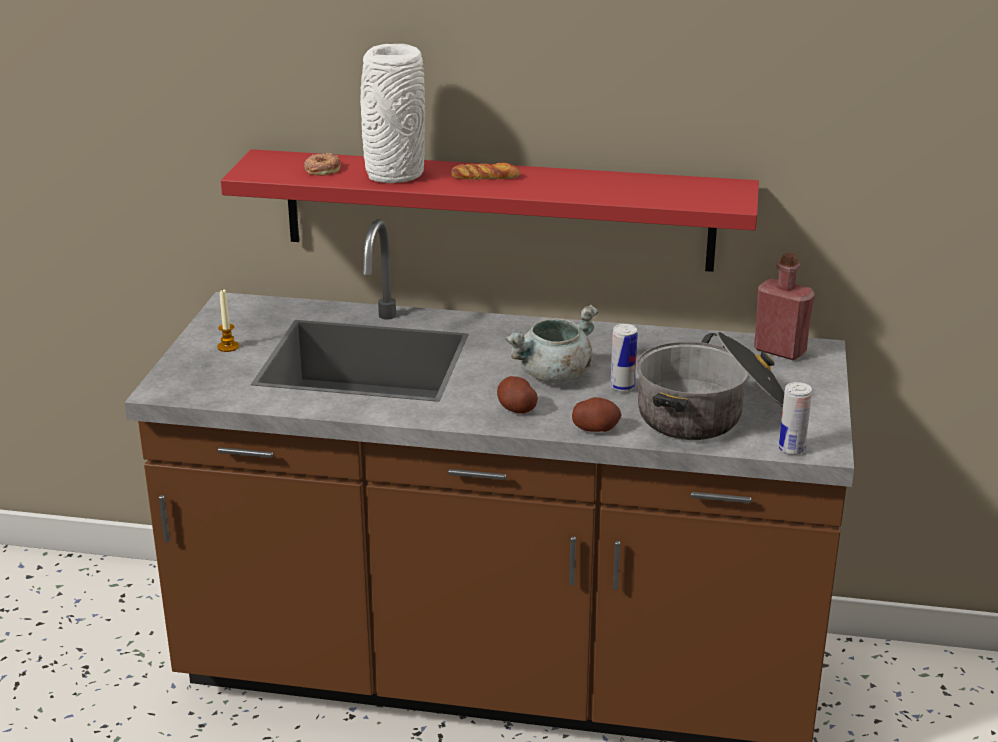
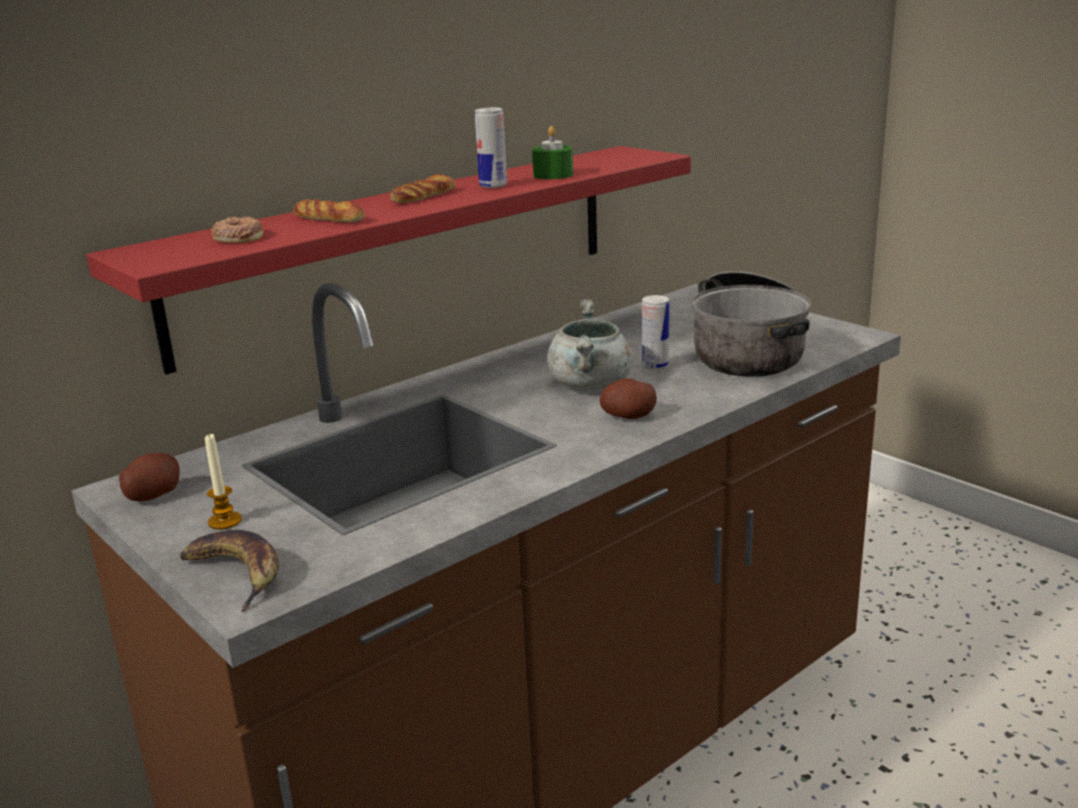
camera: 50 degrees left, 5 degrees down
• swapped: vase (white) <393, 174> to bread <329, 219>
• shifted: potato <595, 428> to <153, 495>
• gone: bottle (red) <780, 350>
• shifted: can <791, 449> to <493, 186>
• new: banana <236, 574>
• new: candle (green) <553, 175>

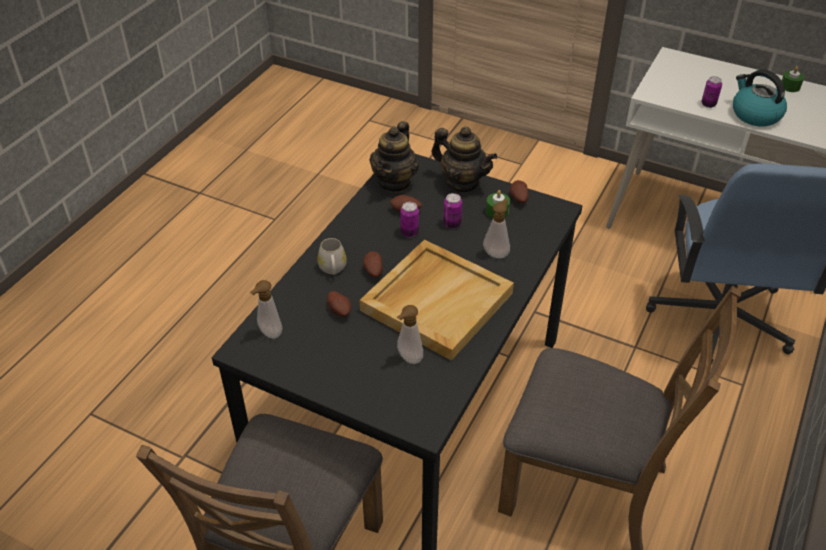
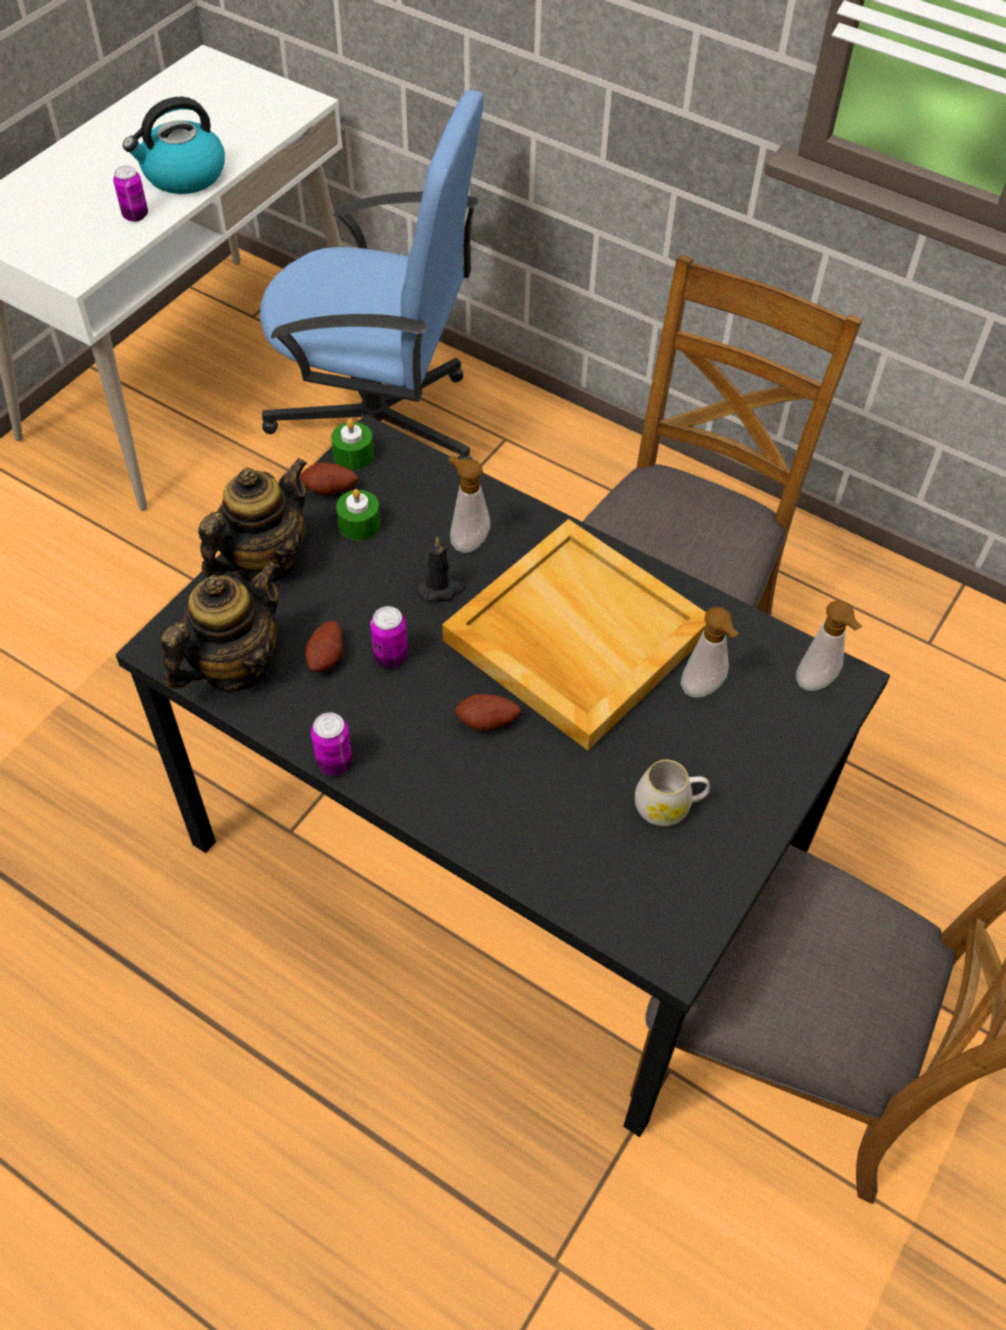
camera: 85 degrees left, 10 degrees up
• shifted: soap dispenser <269, 334> to <818, 683>
• shifted: mug (white) <333, 269> to <669, 806>
• gone: potato <340, 310>
• rotated: teapot <395, 182> = <233, 666> 75 degrees counterclockwise
• shifted: can <452, 224> to <334, 762>
• shifted: candle (green) <790, 86> to <353, 455>
• new: candle (black) <441, 588>

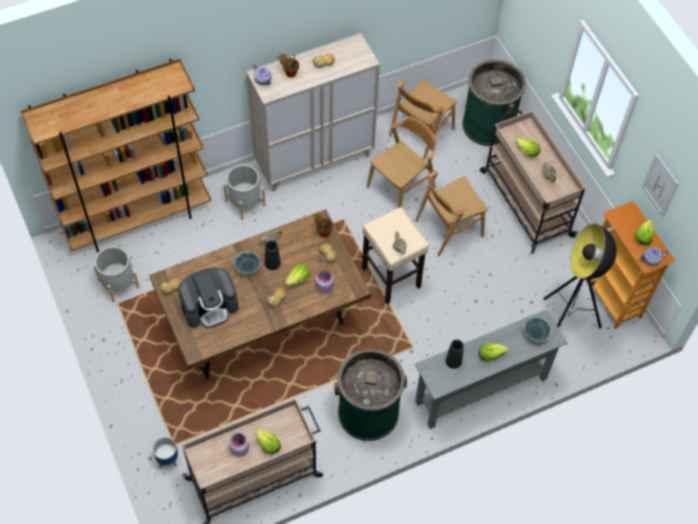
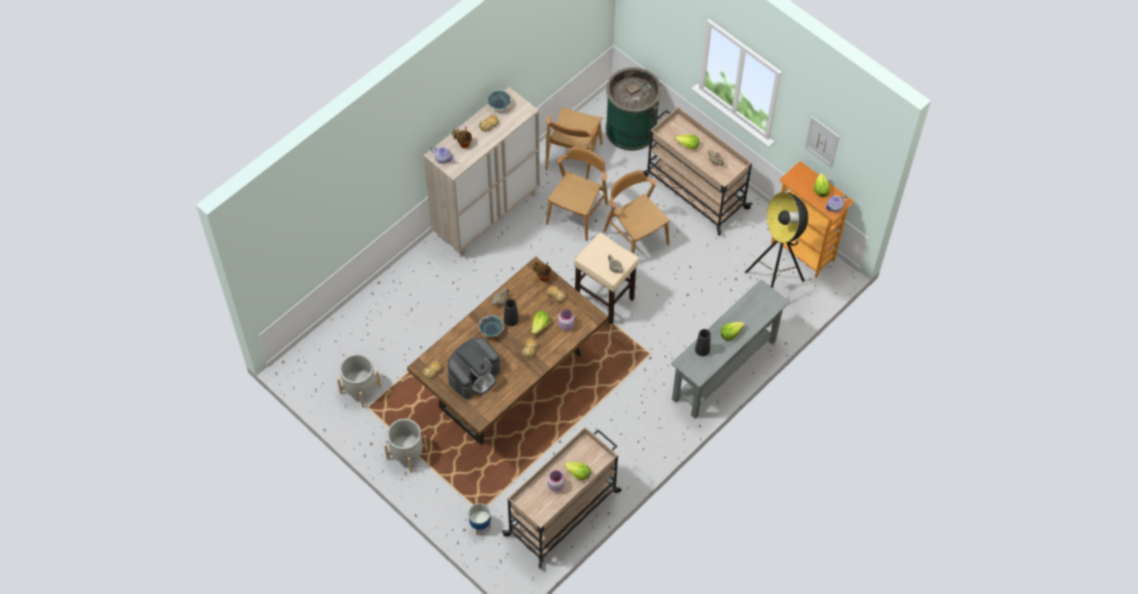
camera: 20 degrees left, 0 degrees up
• gone: bookcase (brown) <138, 219>
• shifted: planter (grey) <245, 203> to <407, 454>
• gone: trash can (green) <368, 412>
• rotated: chair (brown) <448, 228> = <636, 237> 105 degrees clockwise
• shifted: bowl <535, 334> to <499, 105>

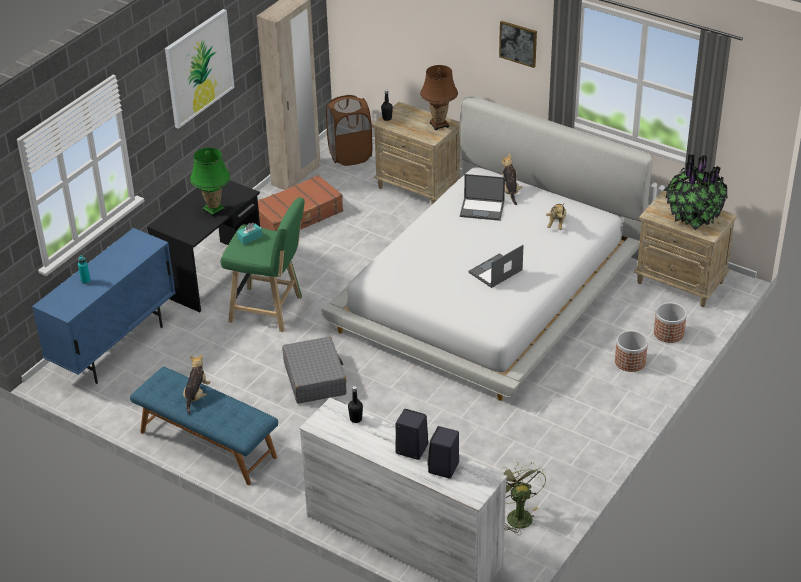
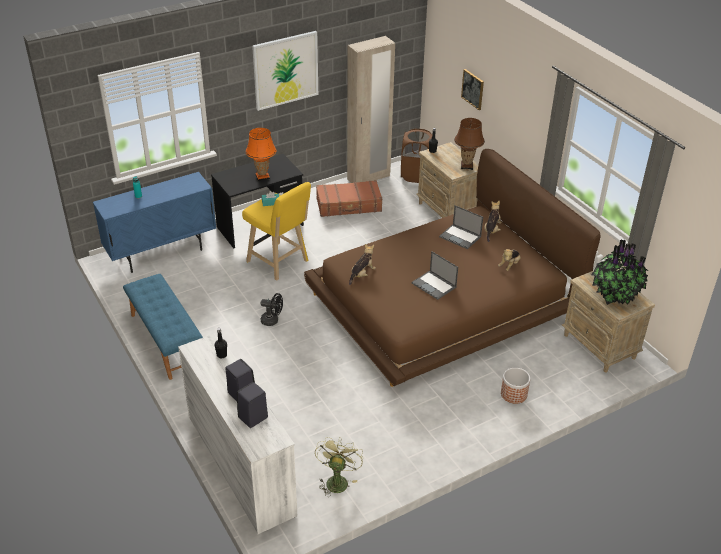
camera: 25 degrees right, 0 degrees up
• shifted: plush toy <196, 396> to <362, 274>
• repainted: table lamp (green) <214, 210> to table lamp (orange) <262, 177>
• repainted: stool (green) <270, 310> to stool (yellow) <279, 263>
• swapped: suitcase (grey) <315, 378> to fan (black) <272, 321>
• repainted: bed (white) <489, 290> to bed (brown) <444, 301>
• rotated: laptop <495, 271> = <434, 285> 120 degrees counterclockwise
• shifted: picture <518, 43> to <473, 89>
• gone: planter <668, 333>

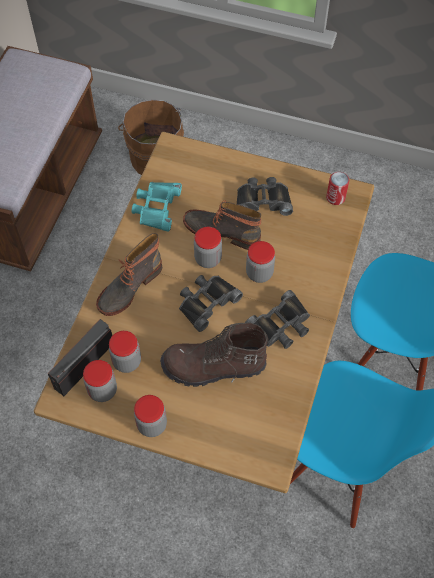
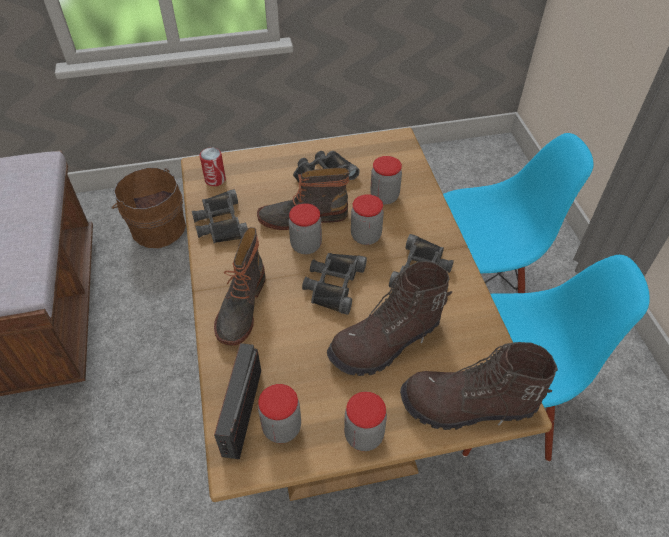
camera: 30 degrees left, 10 degrees down
• shifted: jar <127, 361> to <384, 197>
• repainted: binoculars (turquoise) <156, 207> to binoculars (black) <220, 223>
• shifted: can <335, 197> to <215, 179>
• new: boot (brown) <468, 406>

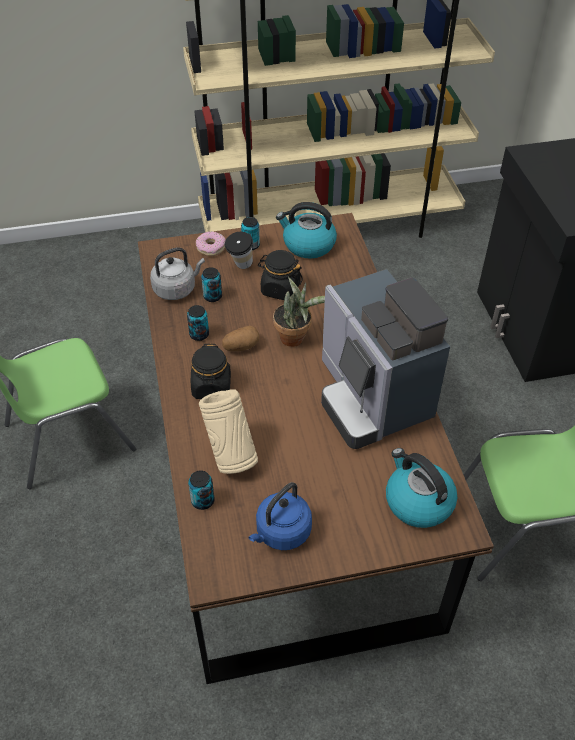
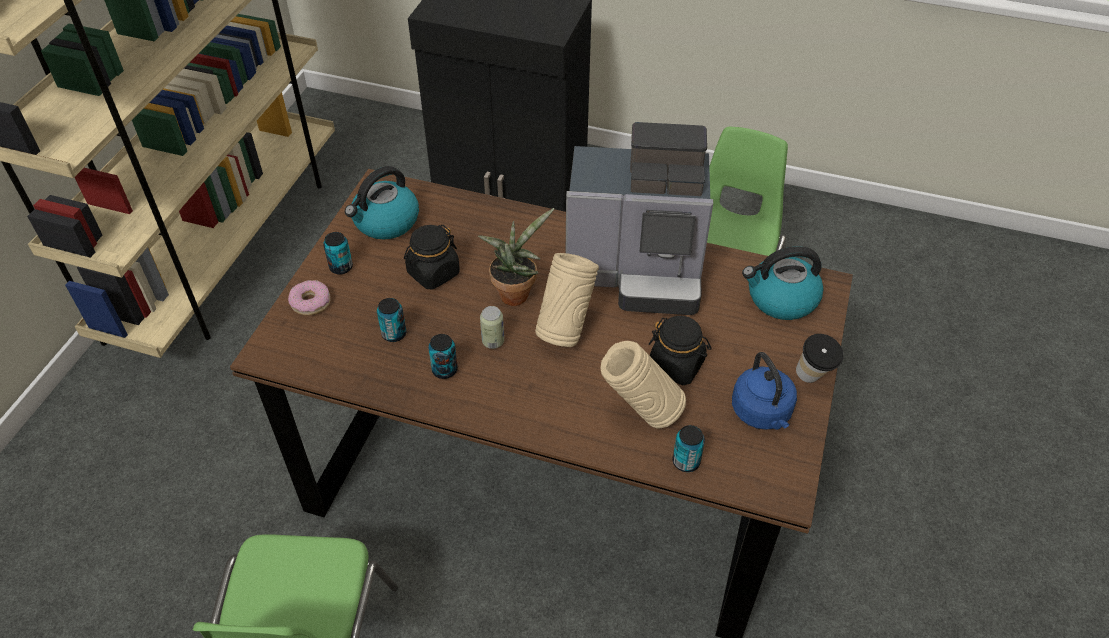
camera: 60 degrees left, 0 degrees up
• gone: kettle (grey) <177, 289>
• shifted: jar (black) <211, 387> to <676, 365>
• swapped: potato <241, 347> to can <493, 341>
• shifted: cup <240, 267> to <812, 379>
• new: vase (beige) <565, 329>

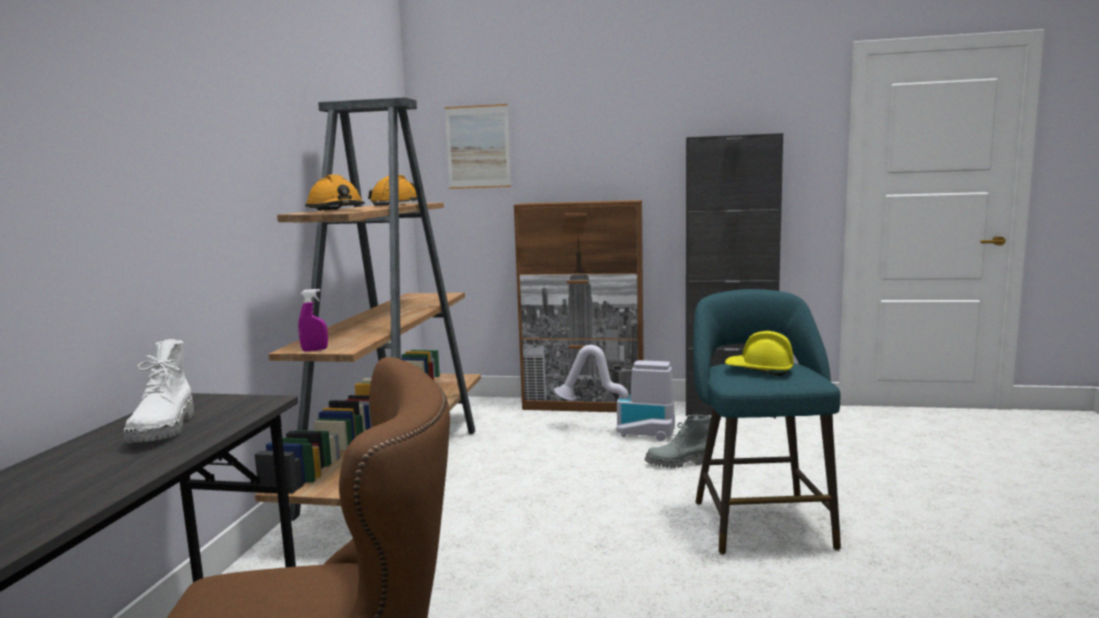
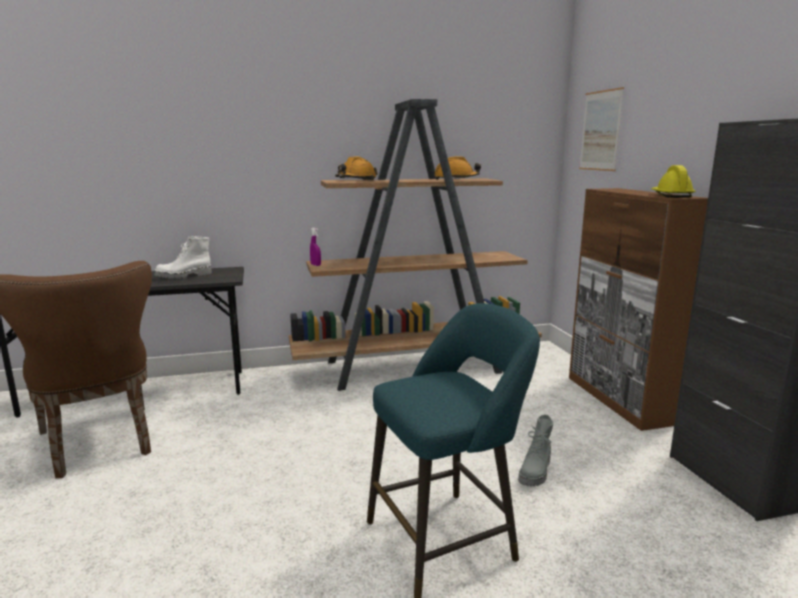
camera: 65 degrees right, 5 degrees up
• gone: vacuum cleaner <624, 432>
• rotated: boot (grey) <678, 463> = <536, 472> 120 degrees counterclockwise
• shifted: hard hat (yellow) <759, 370> to <670, 196>

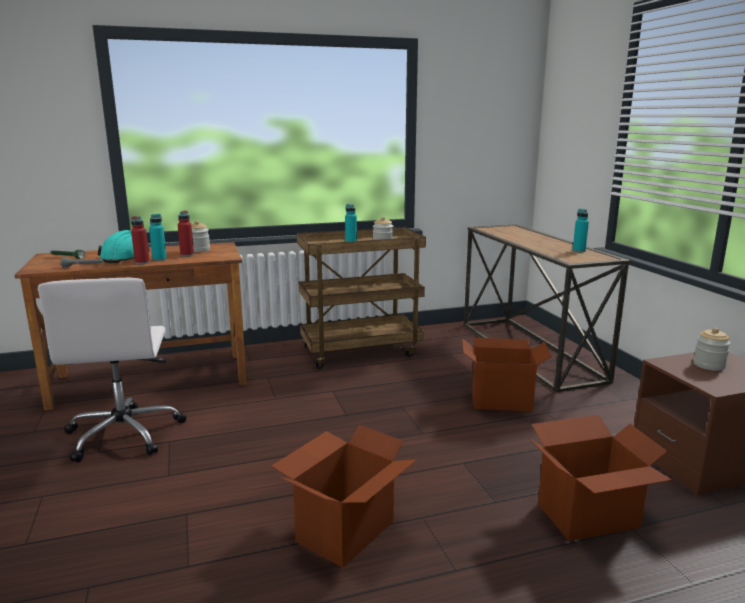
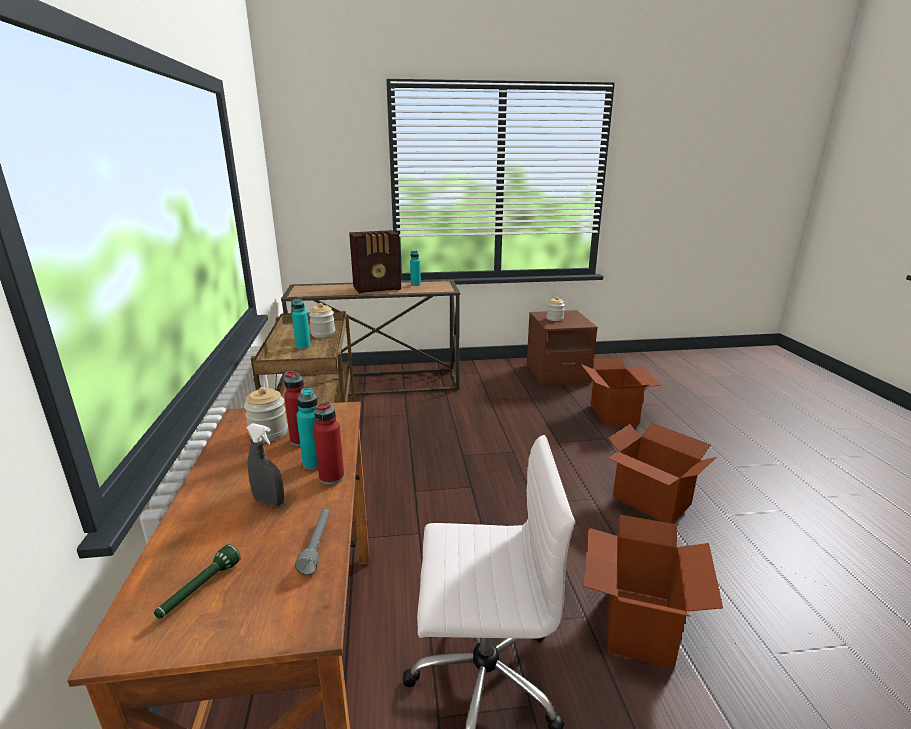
camera: 80 degrees left, 5 degrees up
• swapped: hard hat (turquoise) <125, 257> to spray bottle (grey) <269, 501>
• shifted: cardboard box <501, 400> to <637, 625>
• new: radio <378, 288>

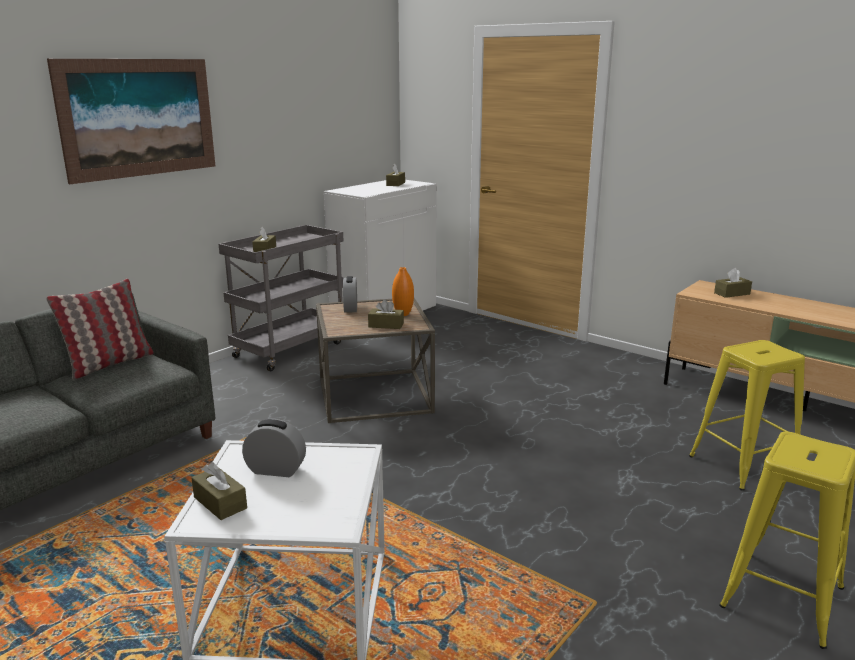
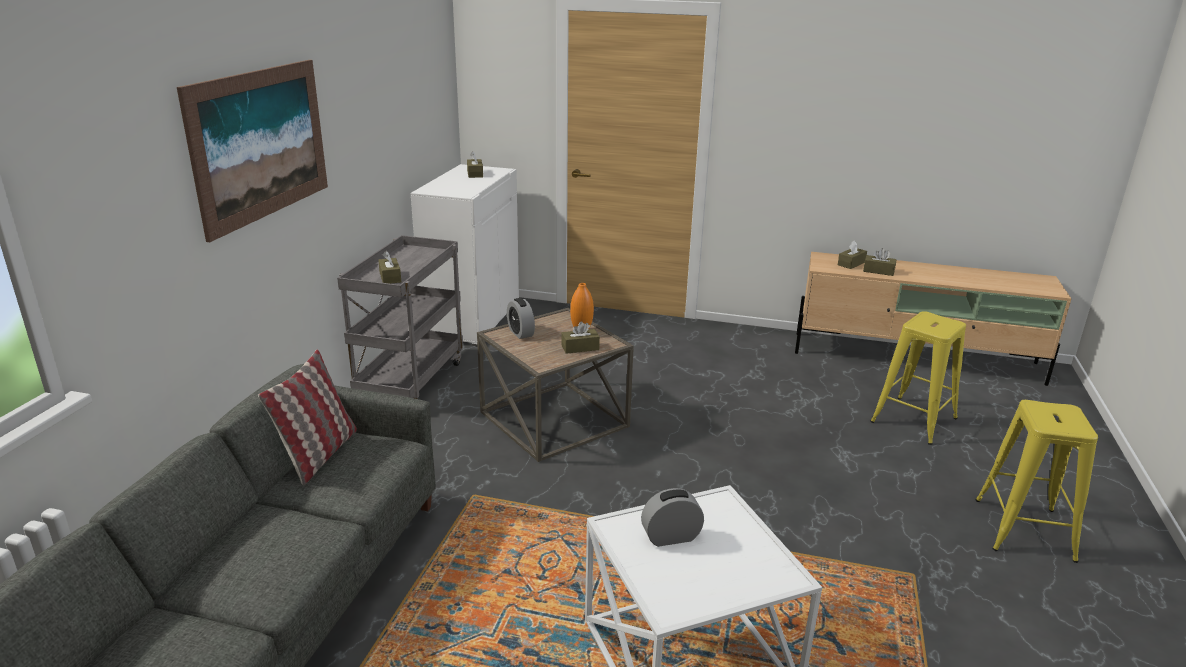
camera: 25 degrees left, 5 degrees up
• shifted: tissue box (brown) <220, 503> to <878, 271>

